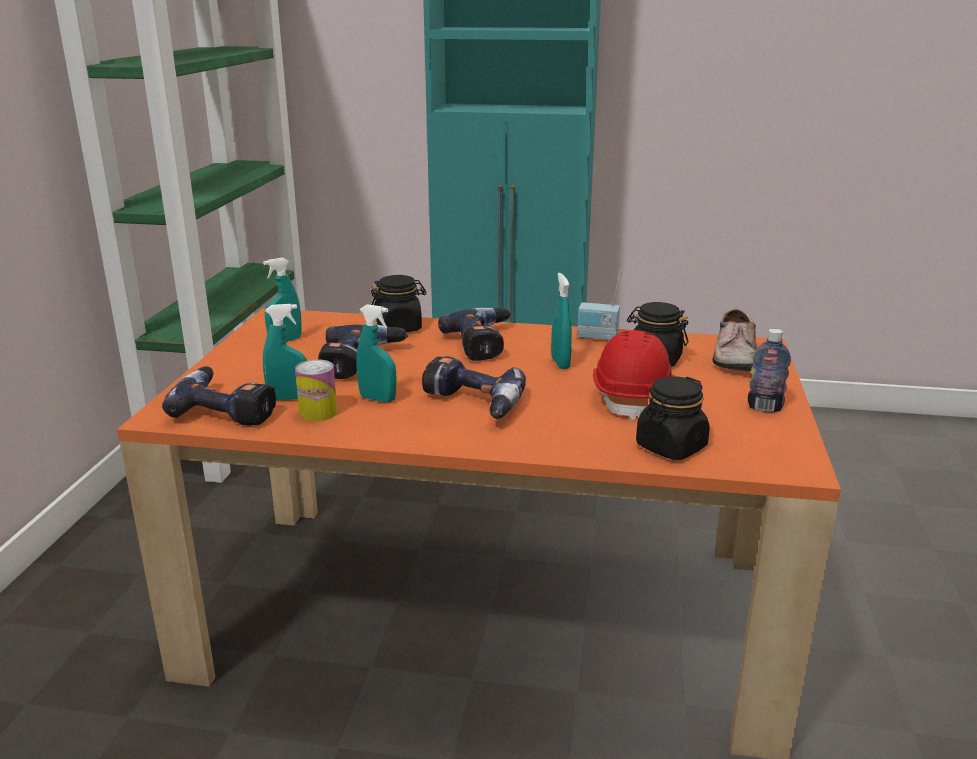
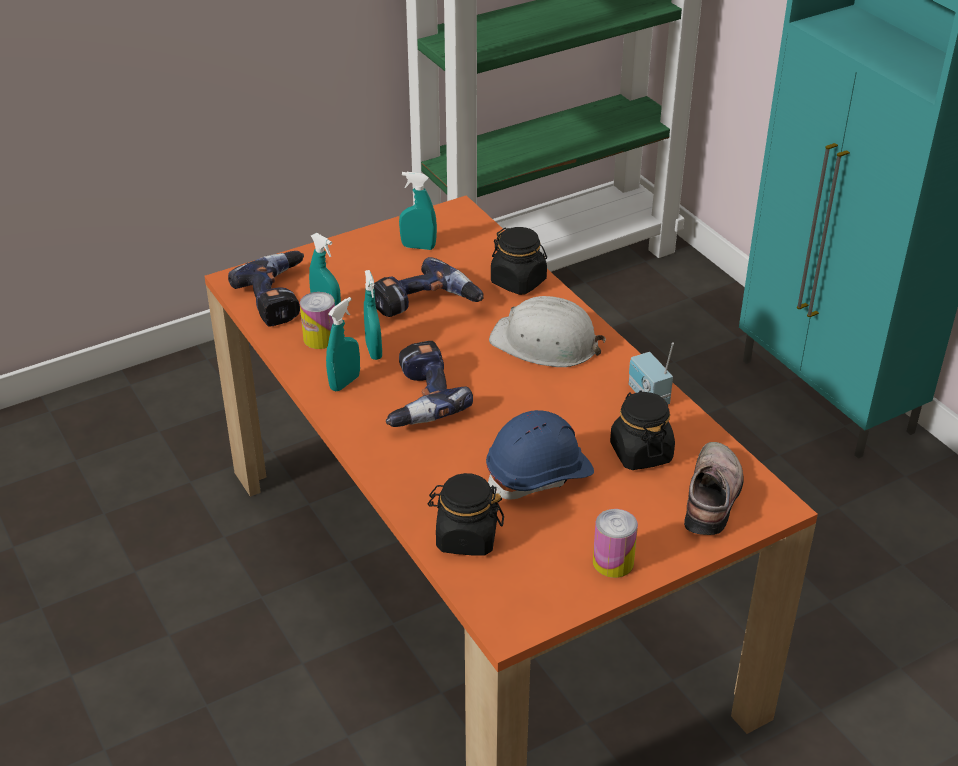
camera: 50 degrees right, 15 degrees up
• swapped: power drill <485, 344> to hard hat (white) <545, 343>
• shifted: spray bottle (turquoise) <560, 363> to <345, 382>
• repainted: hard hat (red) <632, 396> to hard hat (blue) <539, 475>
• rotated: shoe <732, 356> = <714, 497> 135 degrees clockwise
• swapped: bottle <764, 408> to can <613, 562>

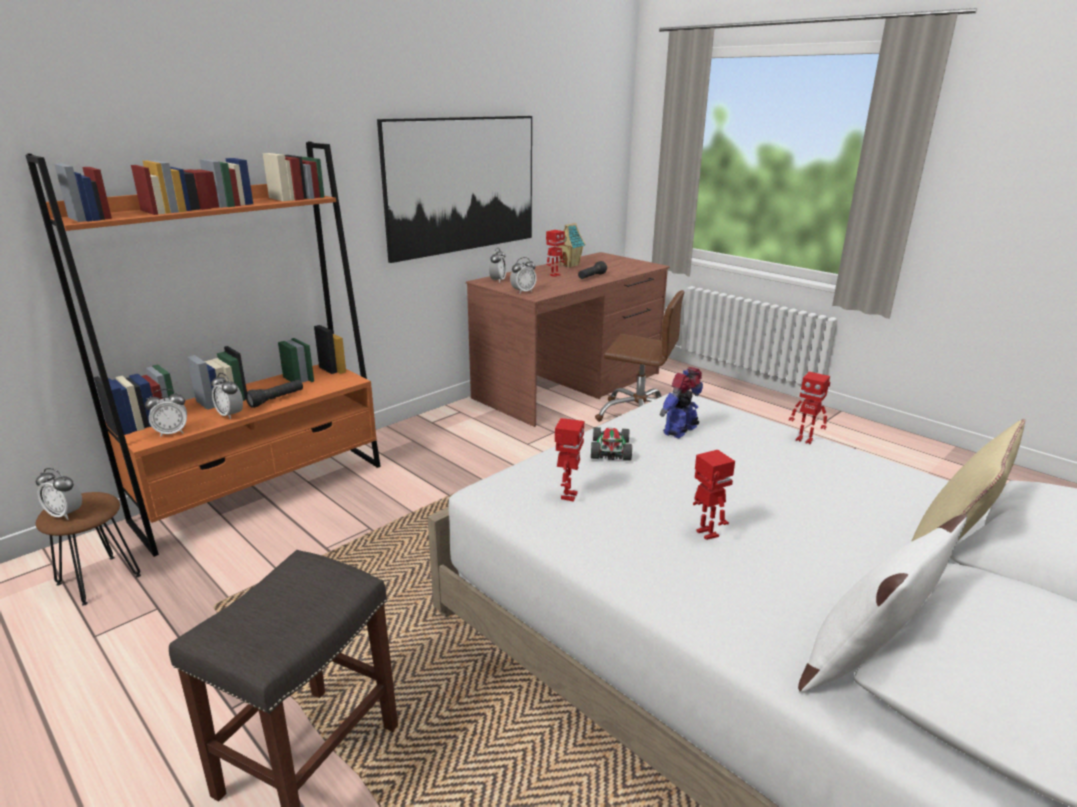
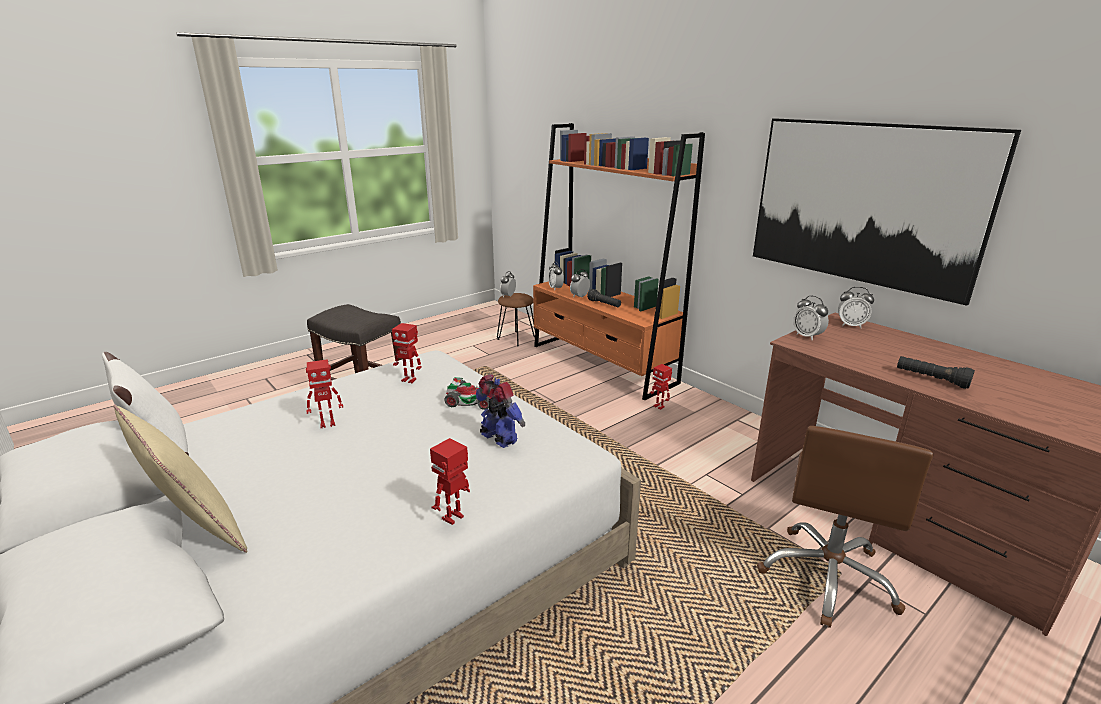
camera: 95 degrees right, 0 degrees up
• shifted: toy robot <554, 275> to <659, 406>
• gone: toy house <570, 265>

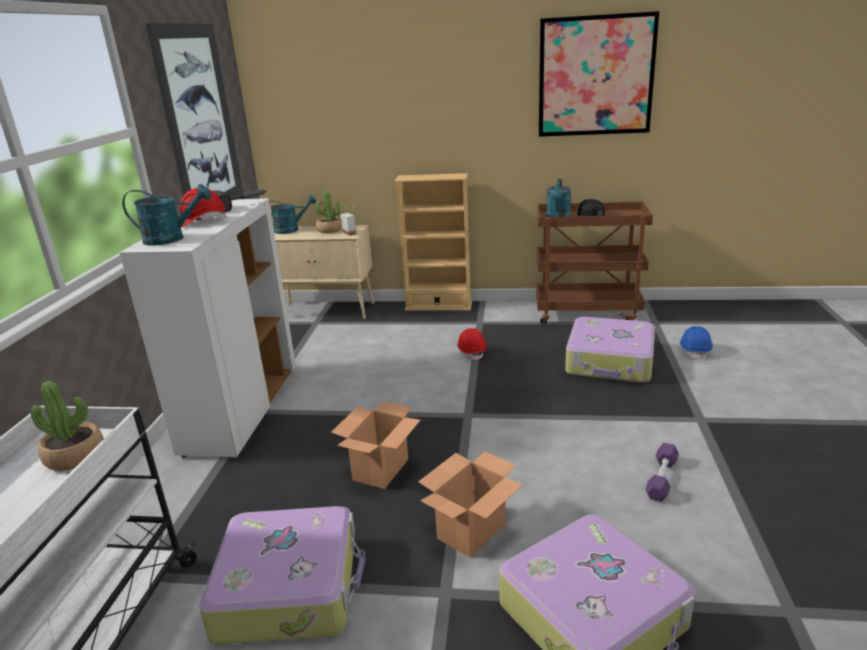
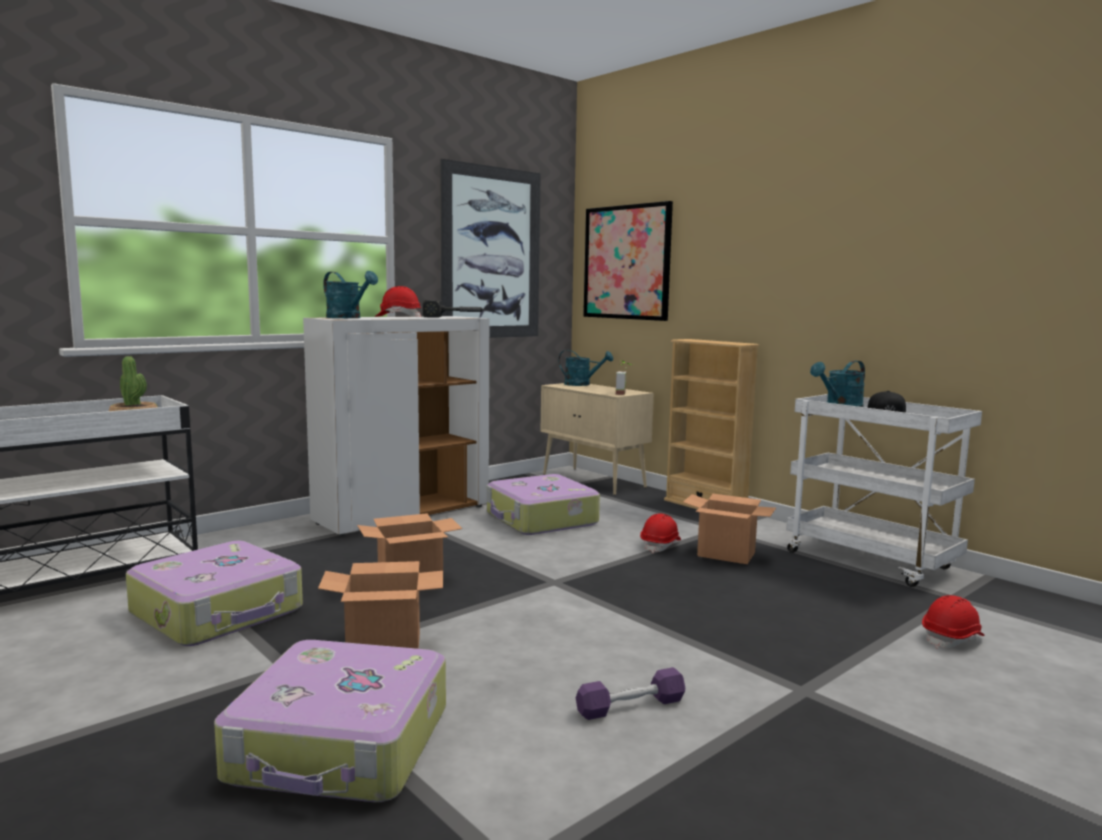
camera: 40 degrees right, 15 degrees down
• gone: potted plant <329, 230>
• repainted: cart (brown) <587, 313> to cart (white) <872, 561>
• shifted: picture <595, 76> to <627, 262>
• shifted: suitcase <610, 362> to <541, 519>
• repainted: hard hat (blue) <694, 351> to hard hat (red) <952, 639>
• new: cardboard box <727, 554>

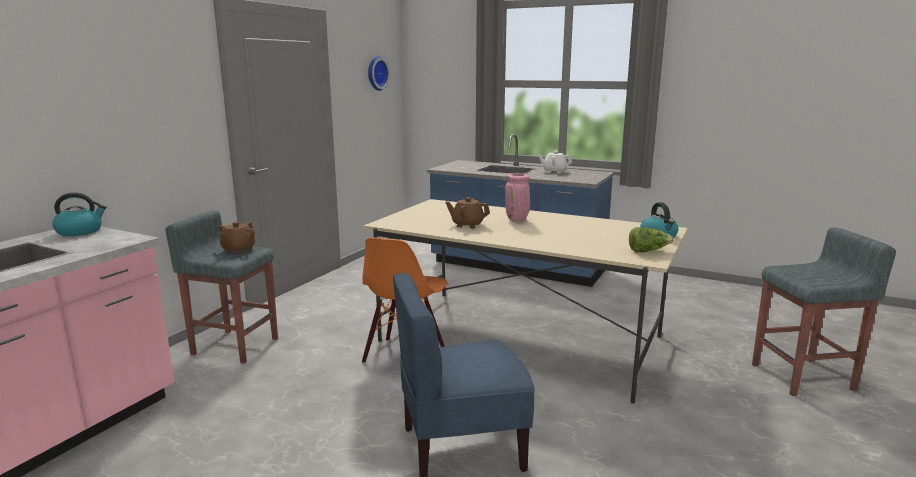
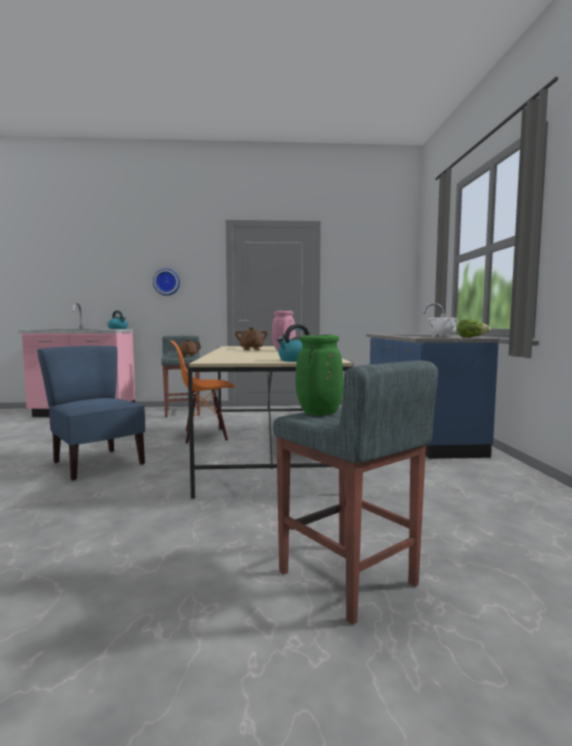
camera: 60 degrees right, 10 degrees down
• shifted: wall clock <376, 73> to <167, 282>
• shifted: lettuce <648, 251> to <472, 337>
• new: vase (green) <318, 414>

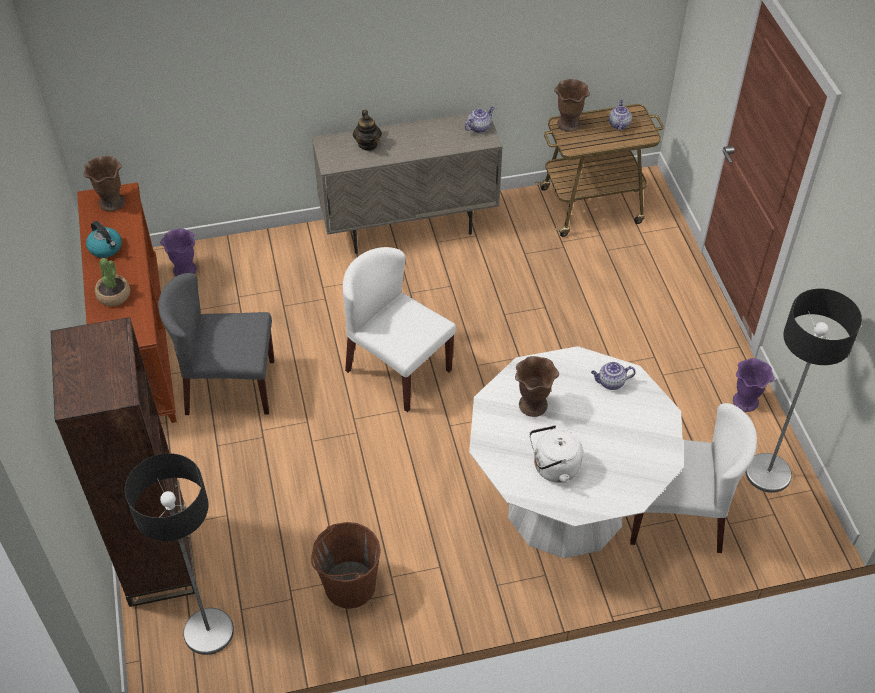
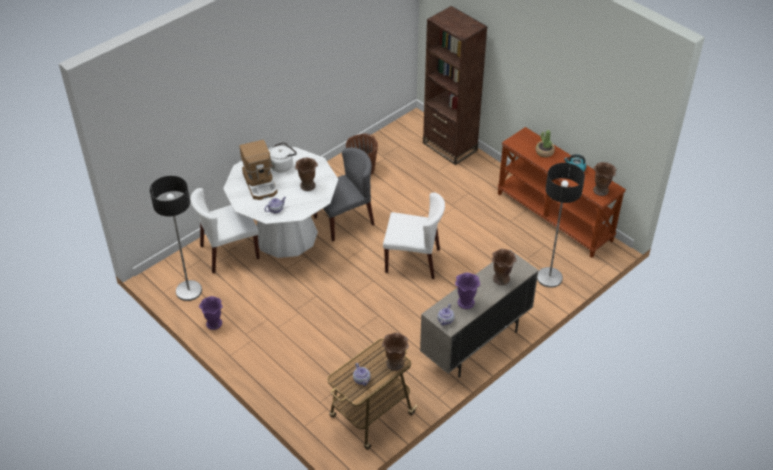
camera: 150 degrees right, 5 degrees down
• shifted: floor lamp <208, 632> to <549, 277>
• shifted: chair (grey) <229, 387> to <344, 220>
• shifted: vase (purple) <184, 270> to <466, 303>
• swapped: teapot <368, 144> to vase (brown) <501, 279>
• new: coffee machine <260, 183>

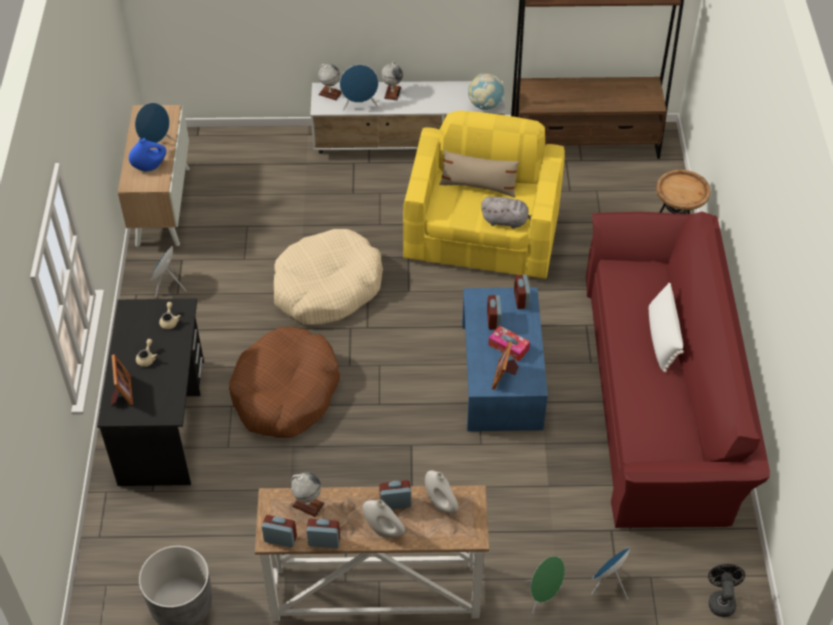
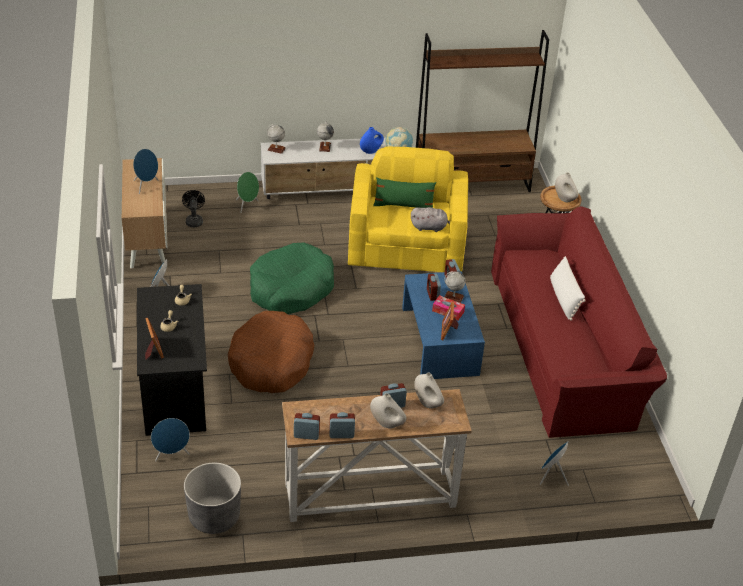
camera: 10 degrees left, 10 degrees down
• shifted: vase (blue) <150, 167> to <371, 151>
• repainted: dog bed (beige) <327, 287> to dog bed (green) <291, 289>
• shifted: globe <308, 504> to <453, 297>
• shifted: speaker (blue) <360, 106> to <172, 455>
• repainted: pillow (beige) <478, 186> to pillow (green) <403, 206>
• shifted: speaker (green) <543, 596> to <247, 205>
• shifted: fan (black) <721, 600> to <194, 220>
• new: vase (white) <564, 199>

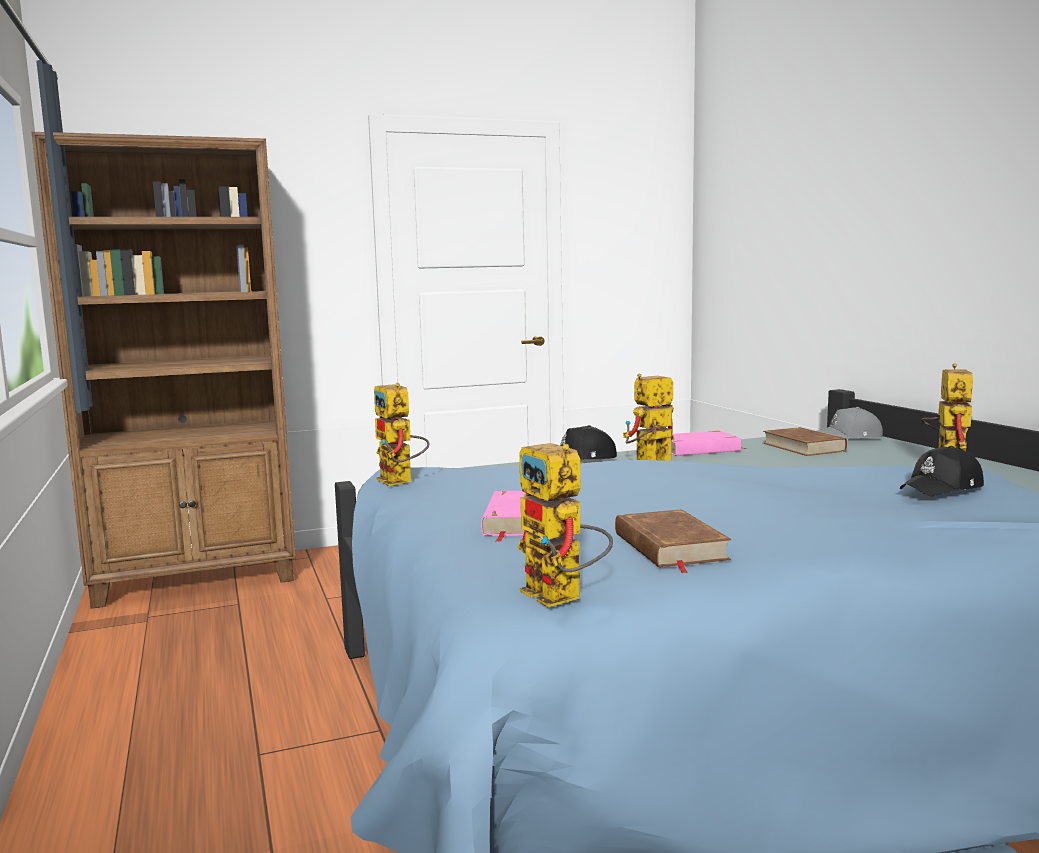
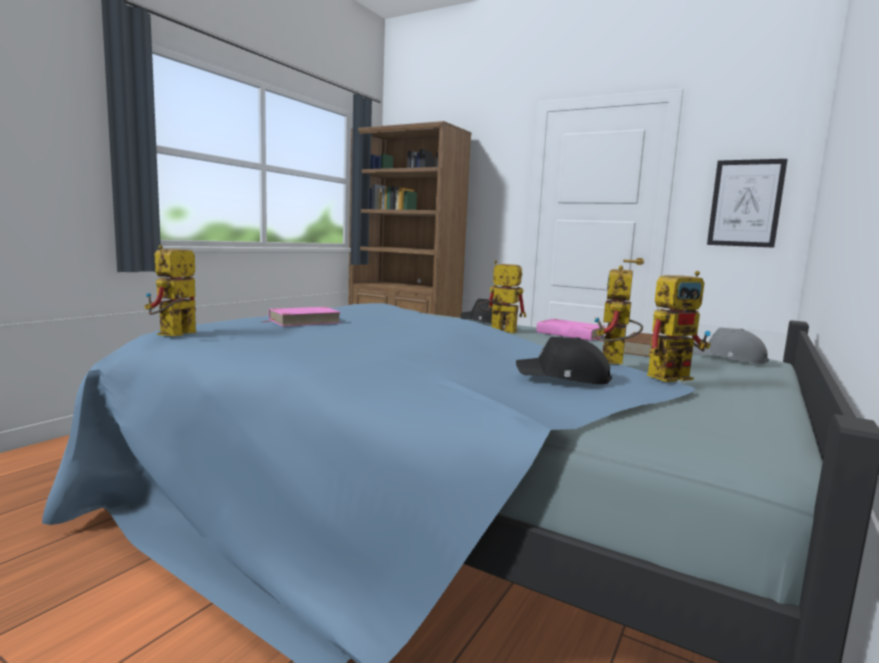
camera: 50 degrees right, 0 degrees up
• shifted: toy robot <401, 482> to <614, 363>
• gone: book (brown) <669, 547>
• new: picture <745, 203>

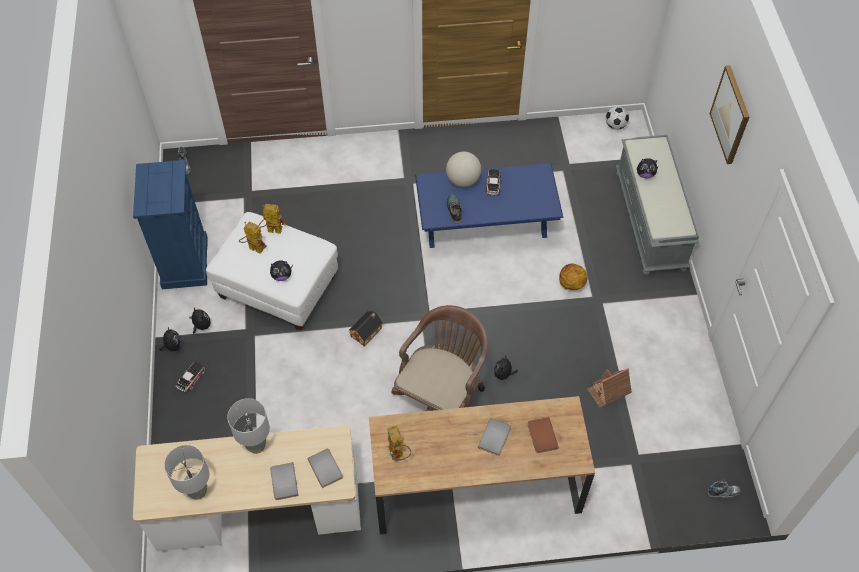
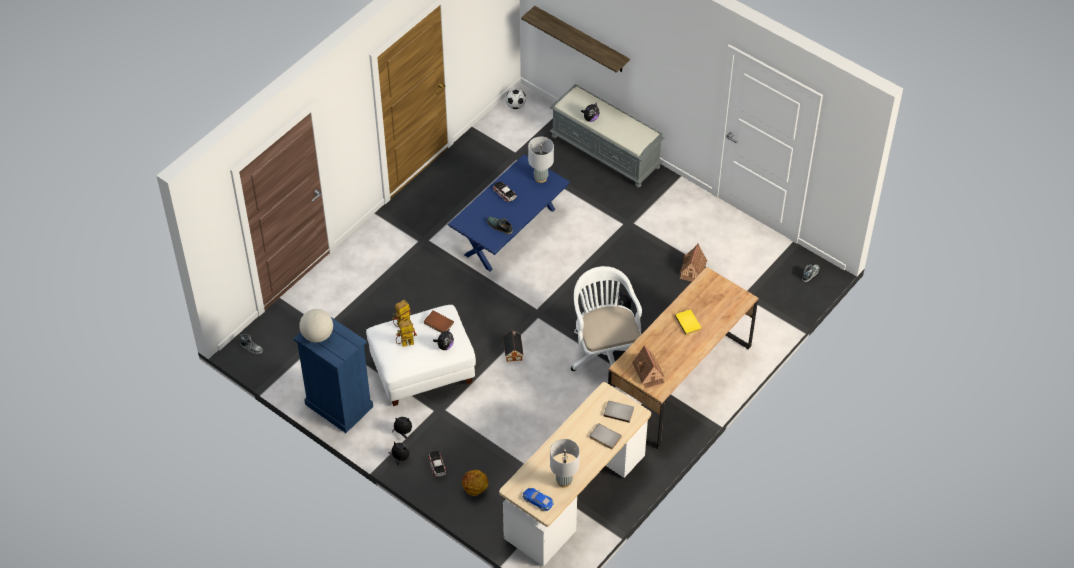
camera: 45 degrees left, 5 degrees down
• shifted: table lamp (grey) <256, 445> to <541, 178>
• swapped: toy robot <398, 454> to toy house <648, 373>
• repainted: office chair (brown) <441, 399> to office chair (white) <605, 351>
• shifted: globe <463, 180> to <317, 335>
• repainted: book (grey) <495, 438> to book (yellow) <689, 322>
• shifted: book (brown) <541, 436> to <438, 323>
• shifted: basketball <571, 284> to <474, 489>
• gone: picture <731, 114>
• new: shelf <581, 40>
• new: toy car (blue) <538, 500>

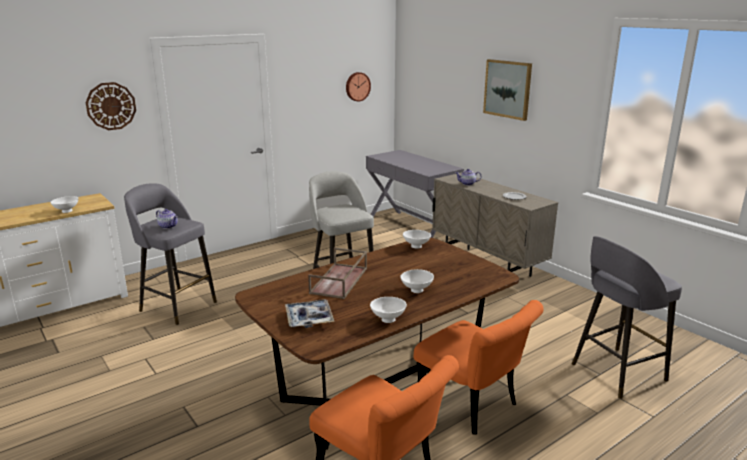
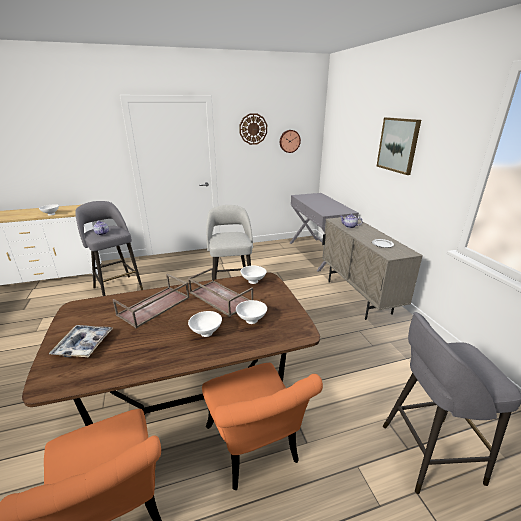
camera: 20 degrees right, 5 degrees up
• shifted: wall clock <111, 106> to <253, 129>
• shifted: bowl (white) <387, 319> to <250, 320>
• new: tray (brown) <219, 297>

